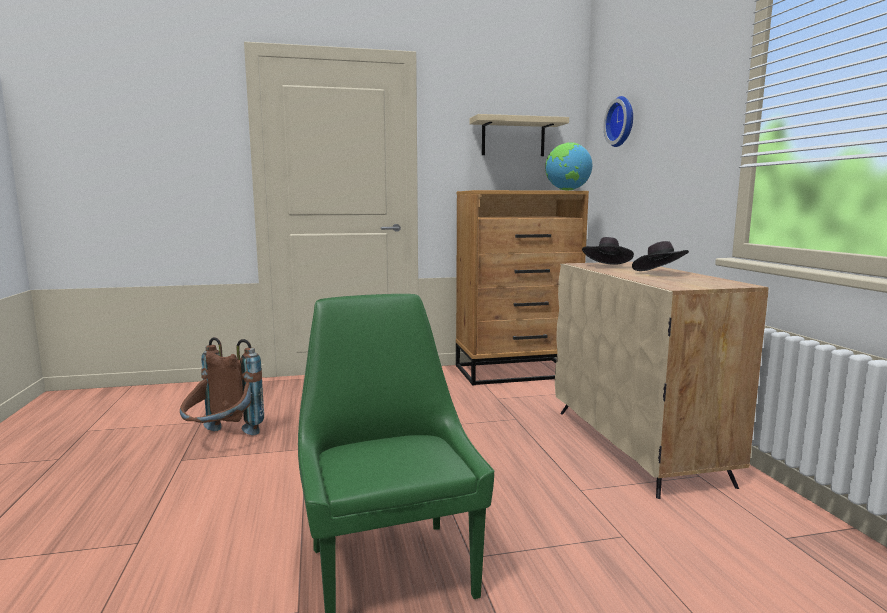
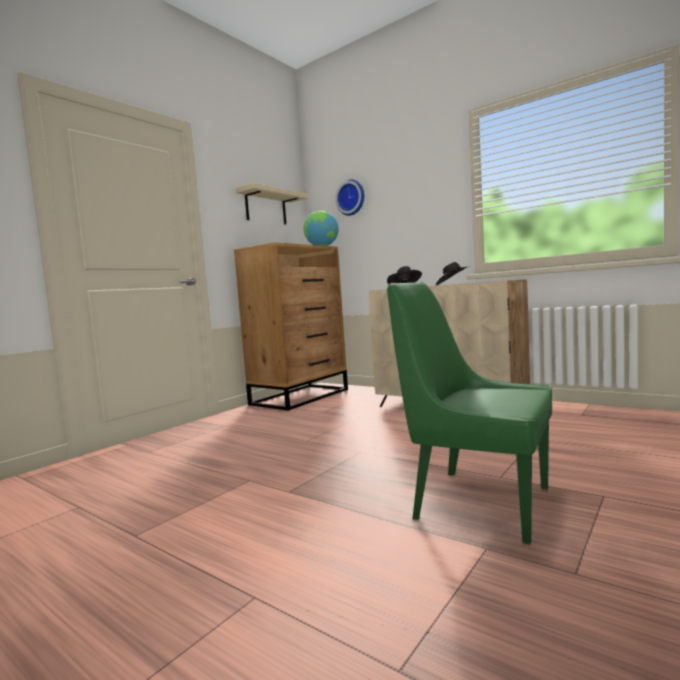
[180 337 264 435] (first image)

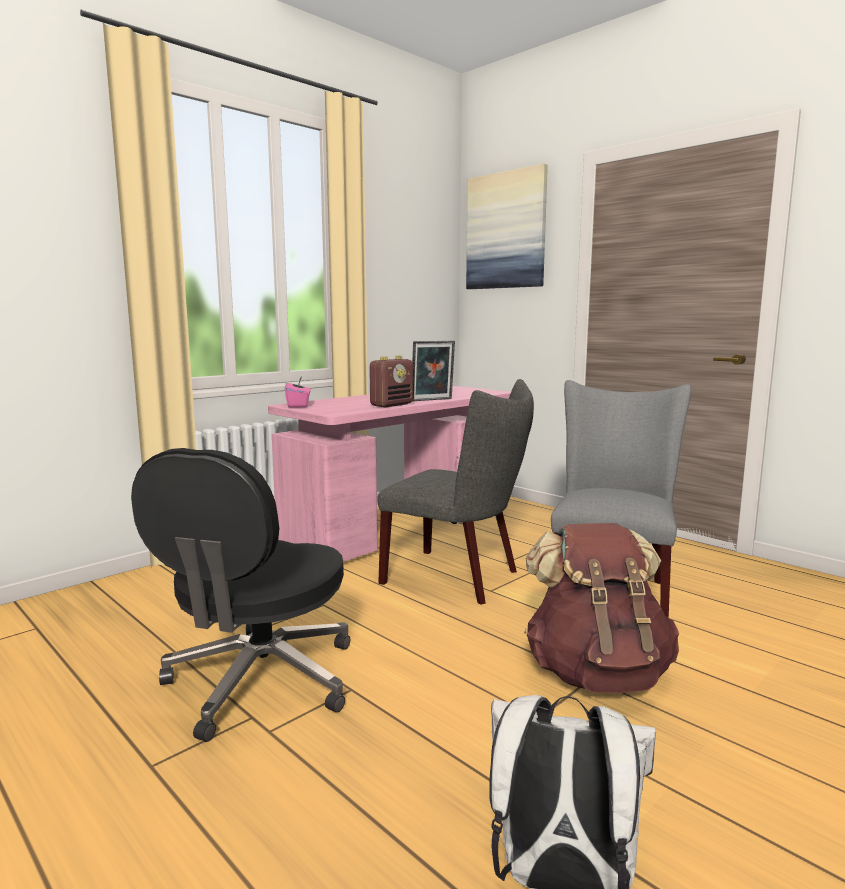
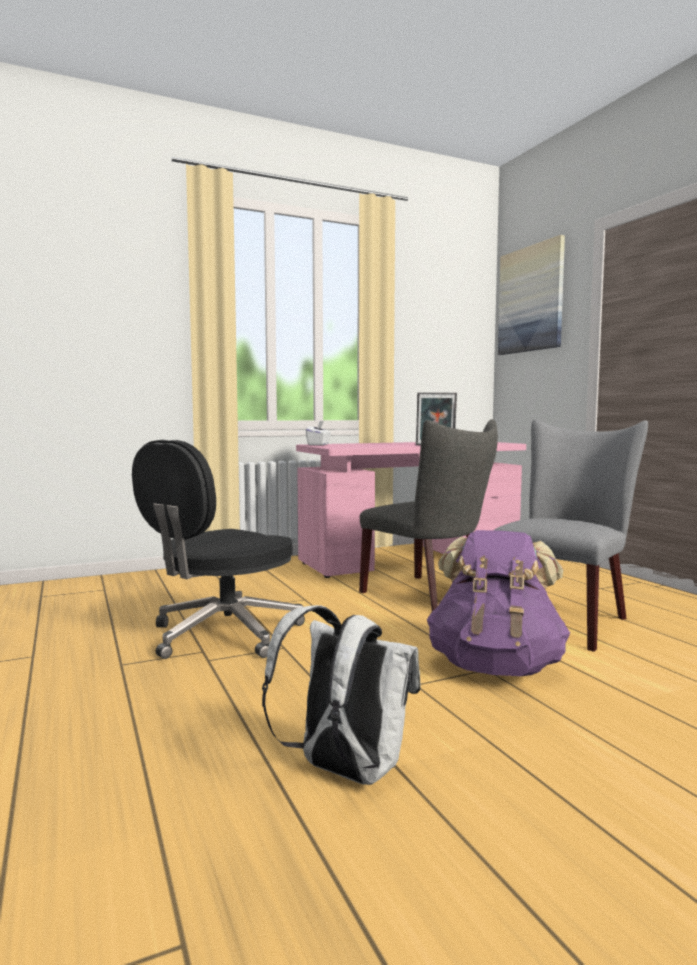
[369 355 413 407] (first image)
[306 421 331 445]
[427 530 570 676]

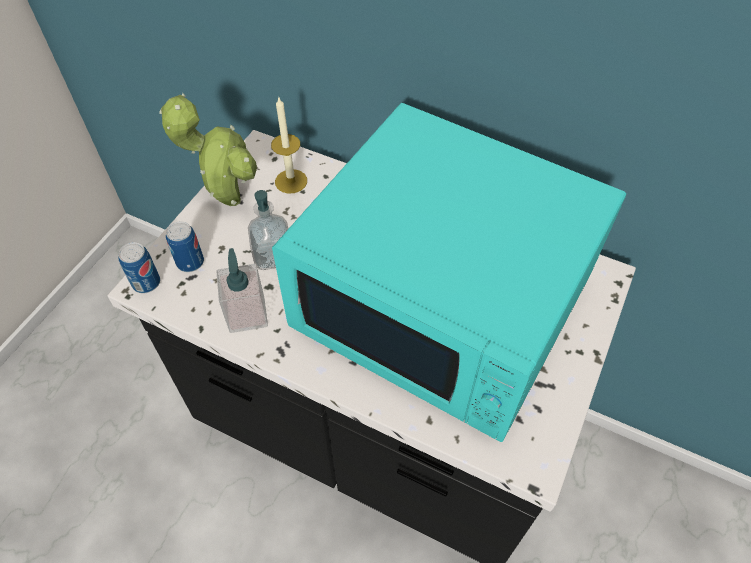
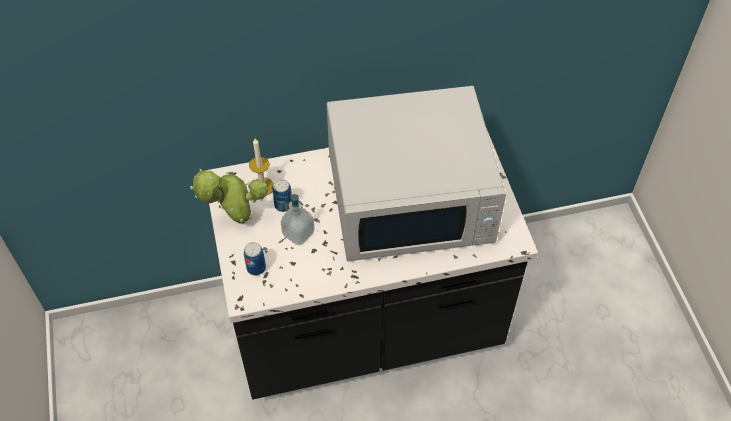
[216 248 268 333] (first image)
[272 179 292 212]
[327 86 506 261]

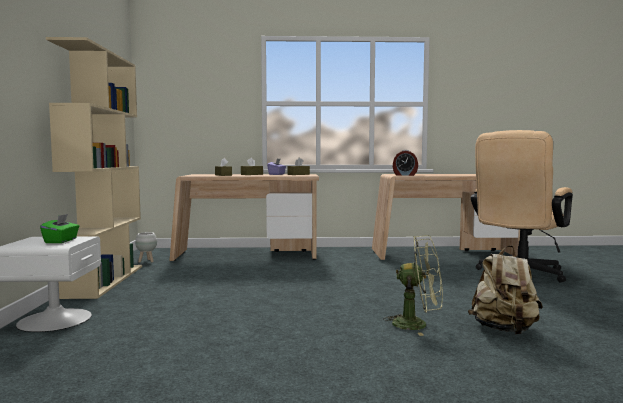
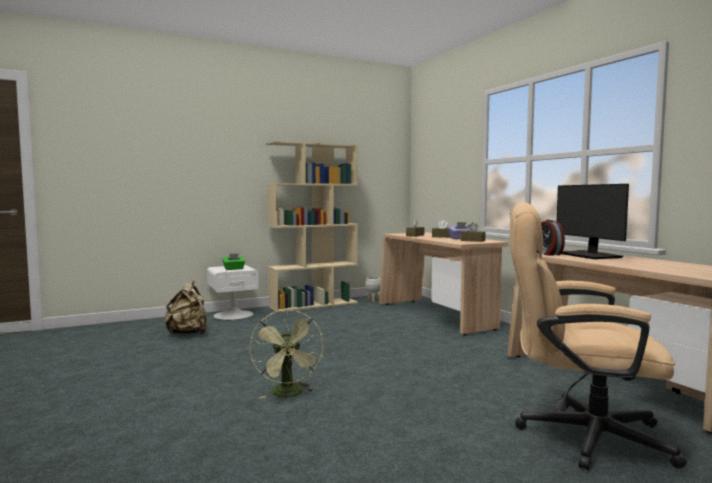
[557 184 629 259]
[165 281 207 335]

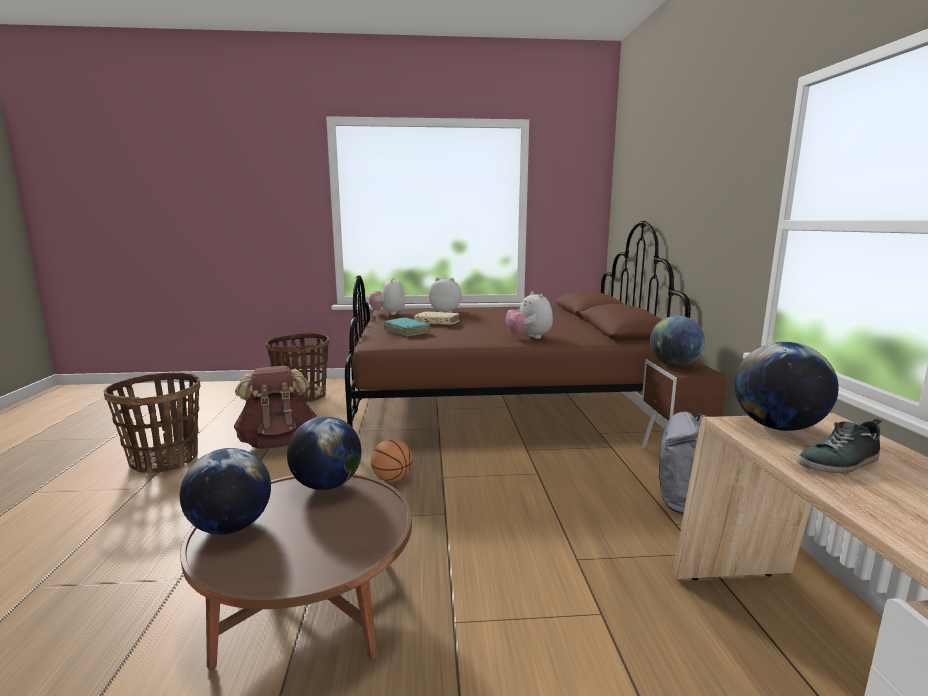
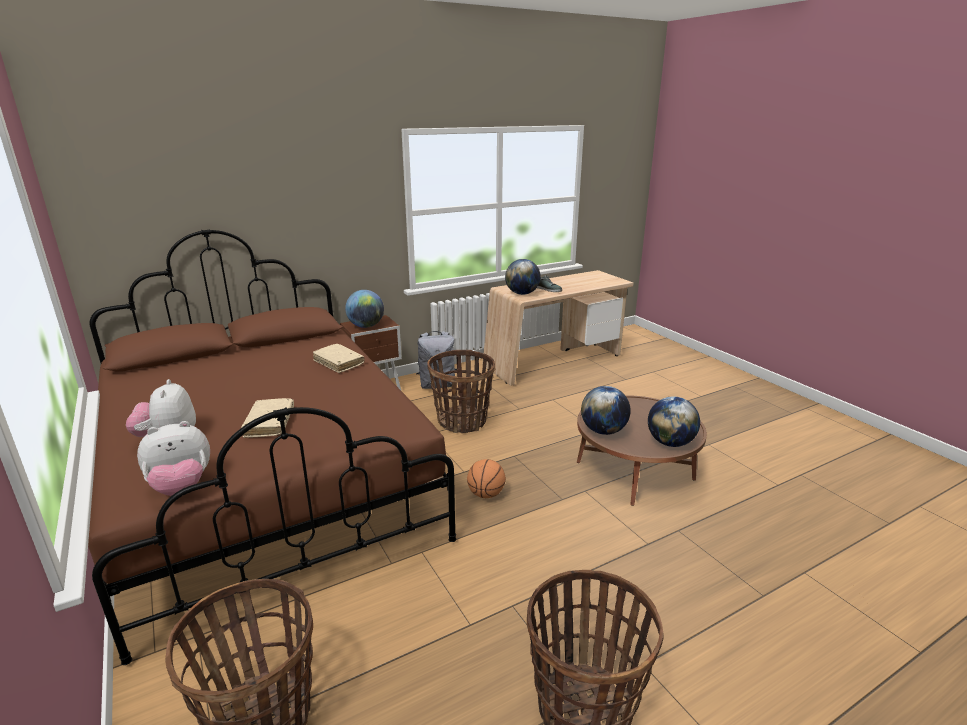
[234 366 317 449] (first image)
[384 318 431 337] (first image)
[428 350 495 433]
[313 344 365 373]

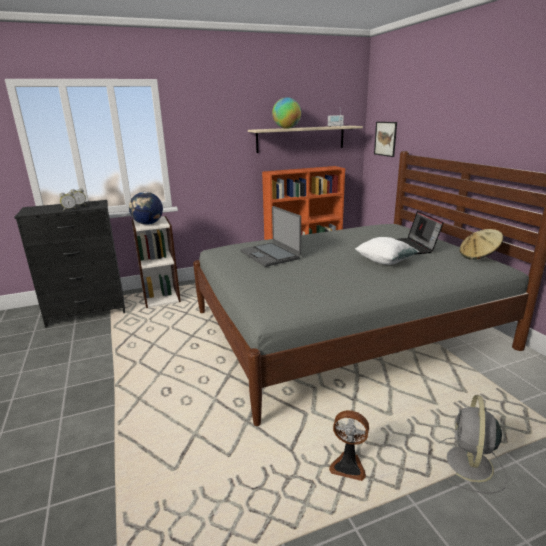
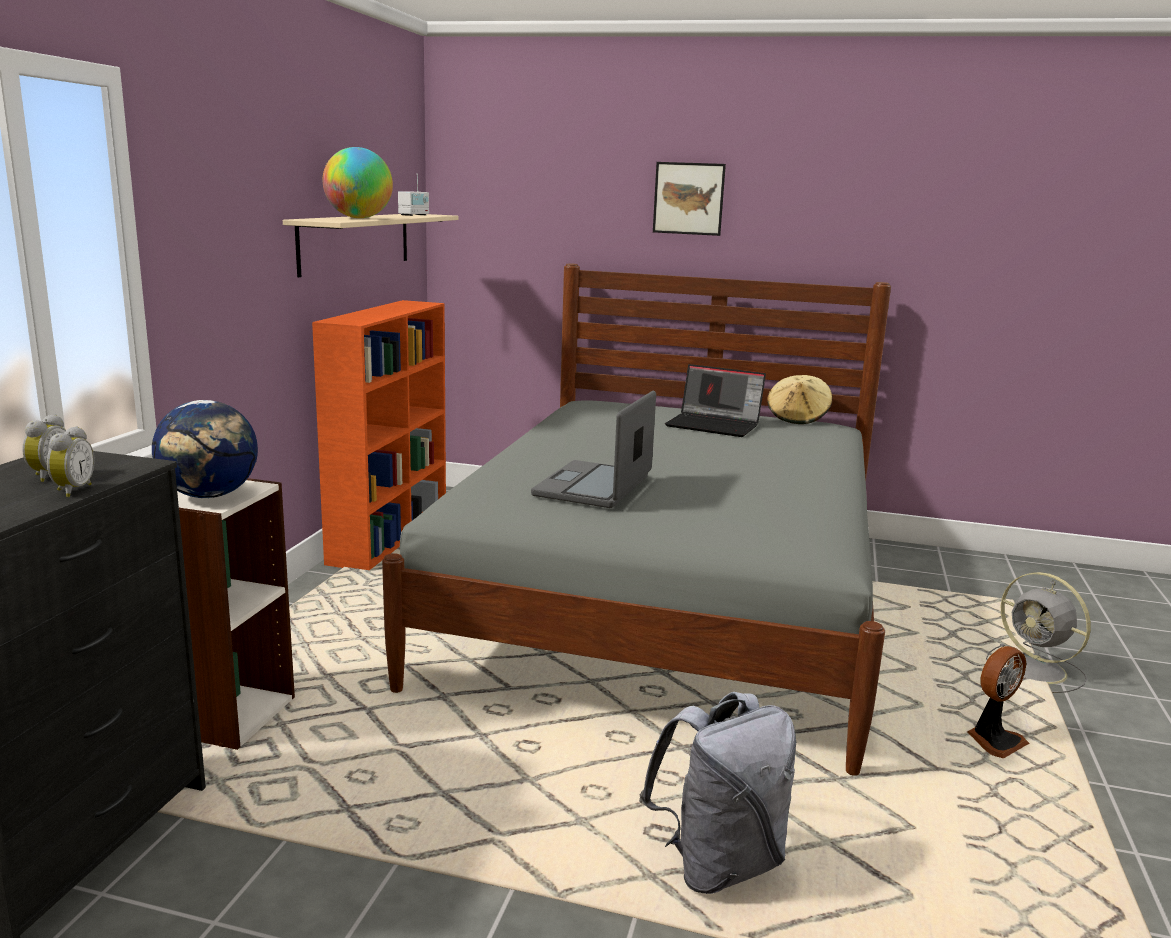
[355 237 419 265] (first image)
[639 692 796 894]
[653 162 726 236]
[531 390 656 508]

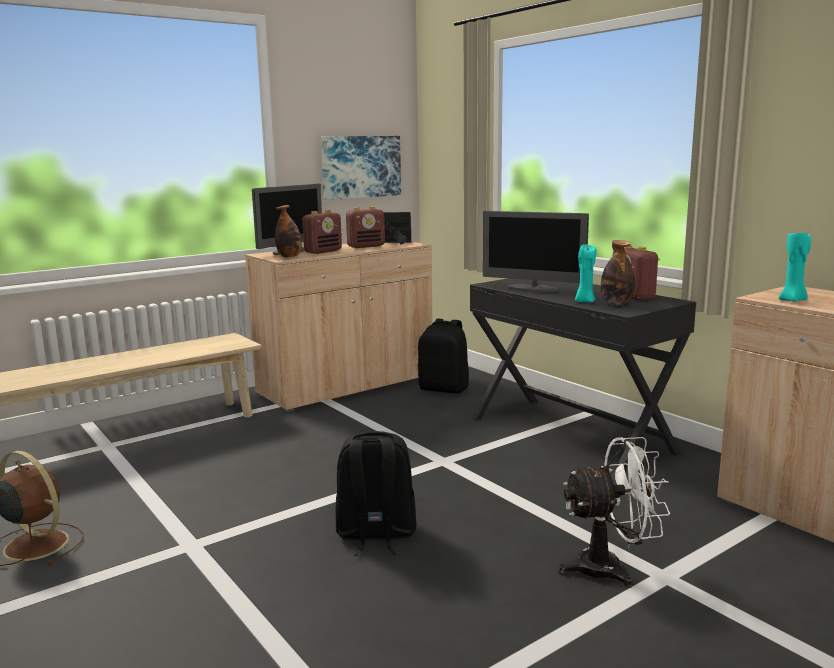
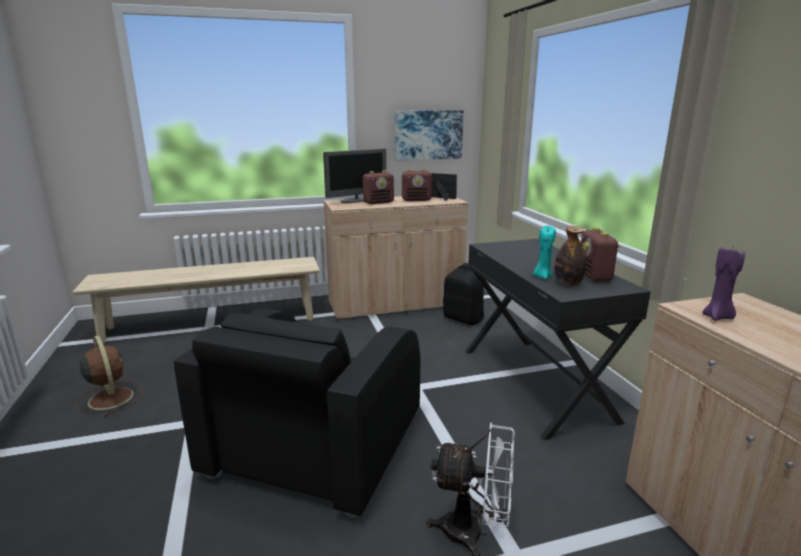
[275 205 302 258] (first image)
[483 211 589 292] (first image)
[174 309 420 518]
[702 248 745 321]

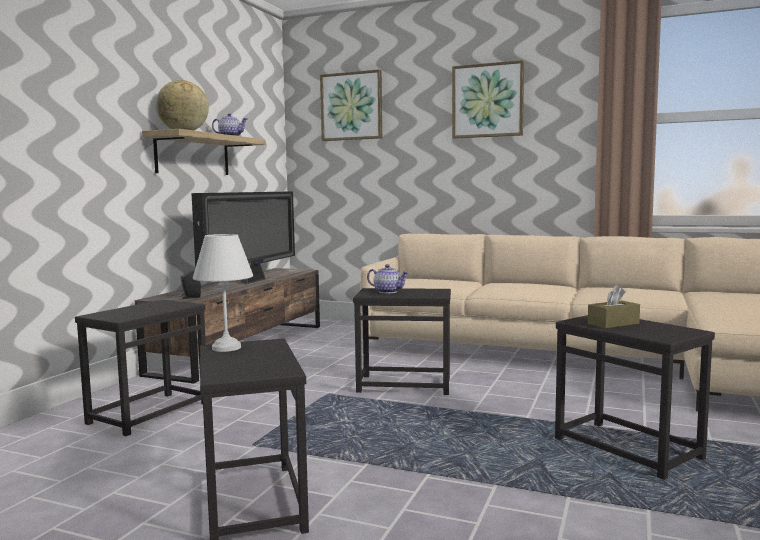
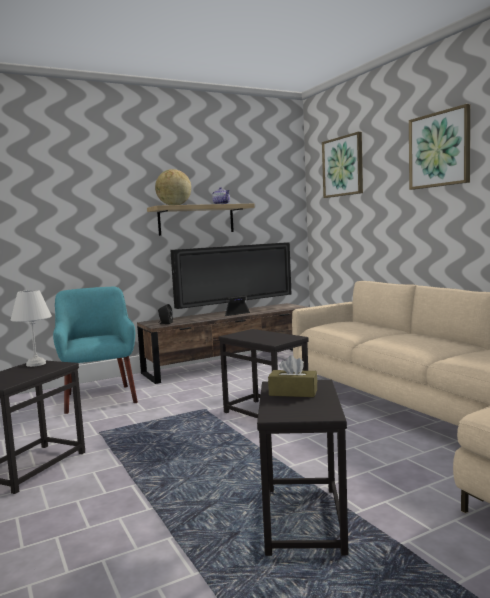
[367 264 409 293] (first image)
[53 287 138 414]

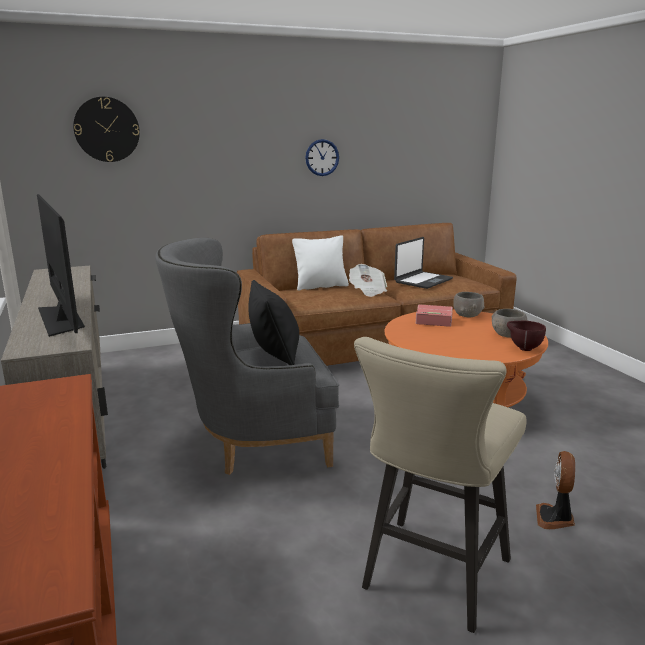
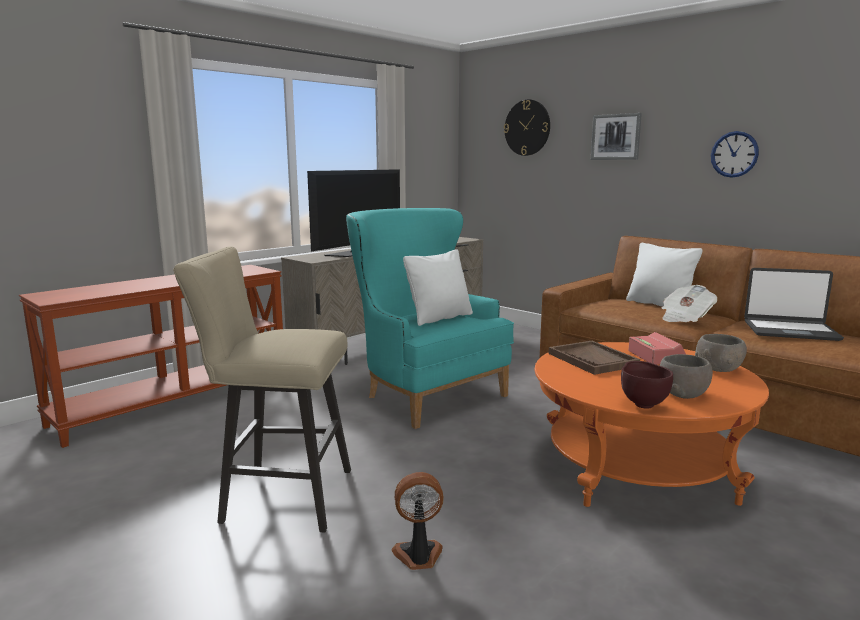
[549 341 640 375]
[591 113 642 160]
[346 208 514 429]
[403 249 473 326]

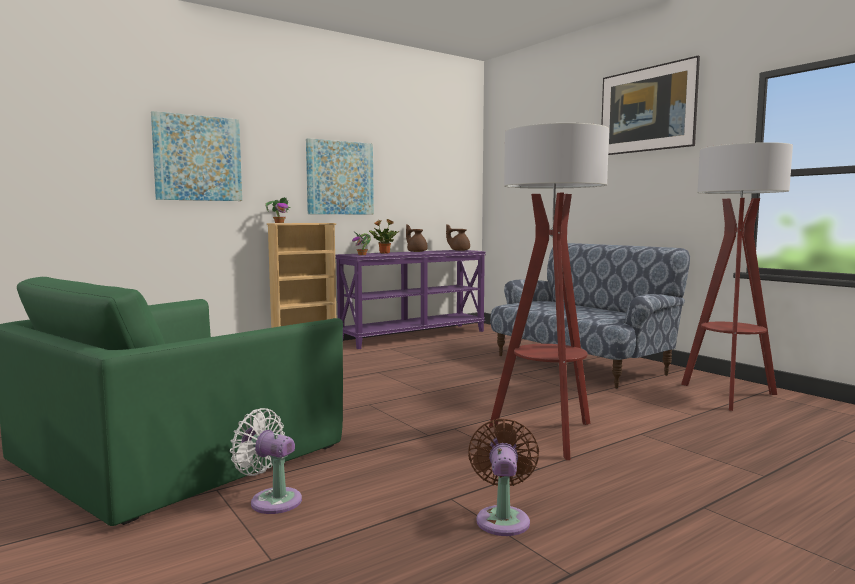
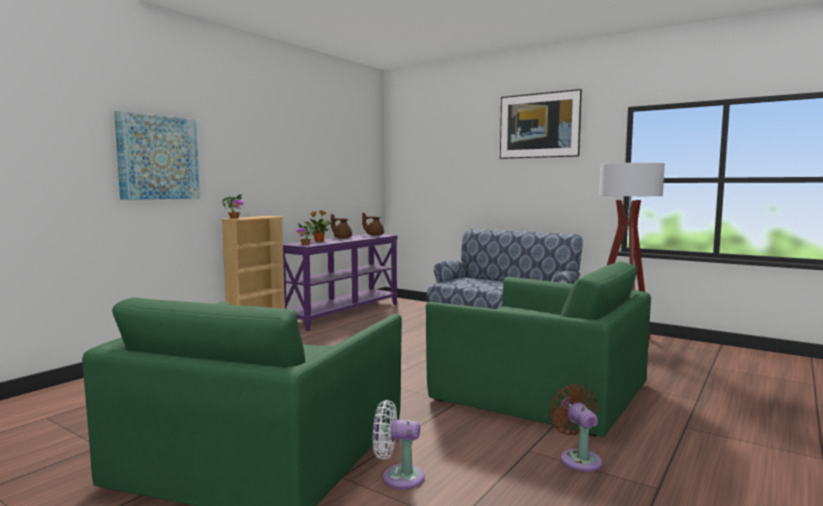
[306 138 374 214] (first image)
[426 262 651 437]

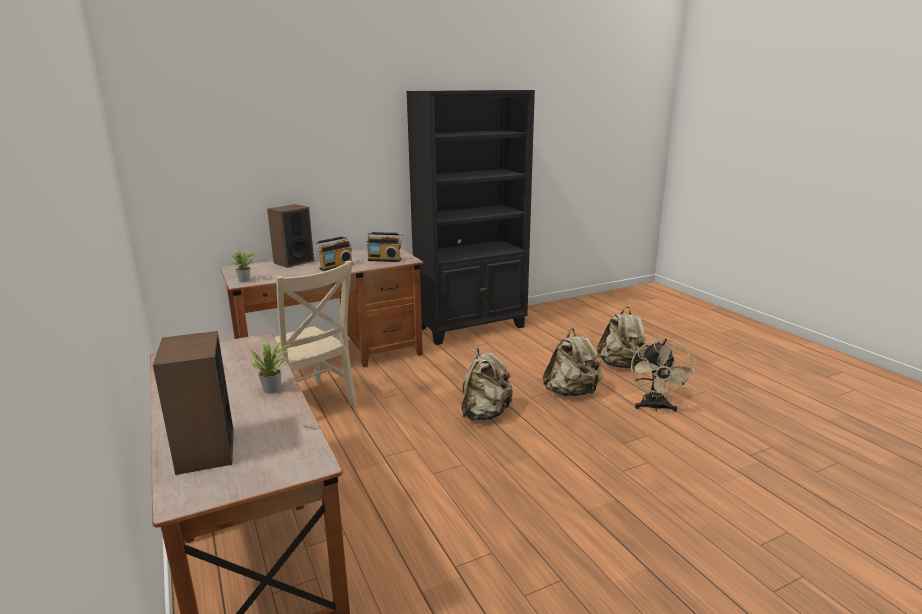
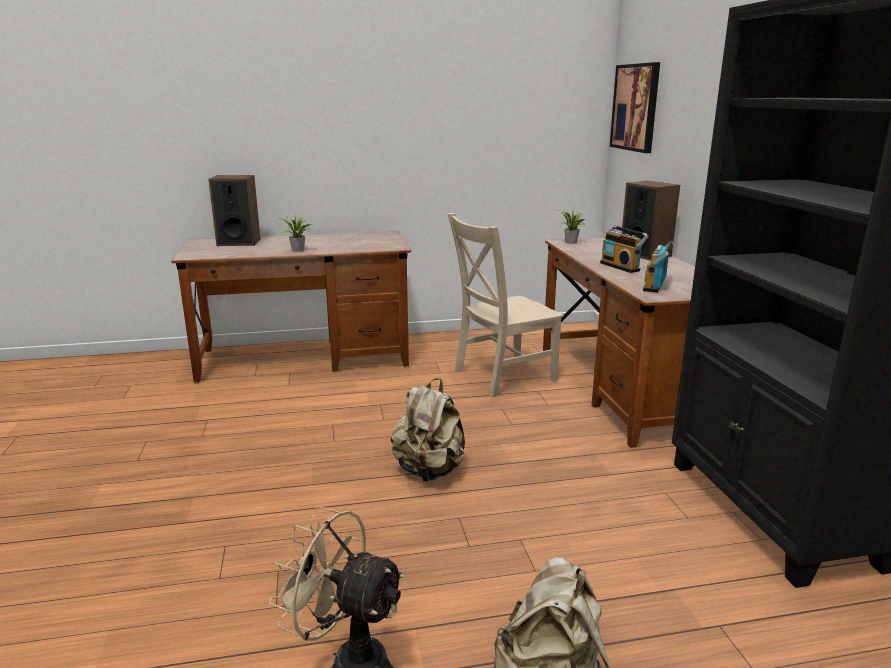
[543 328 603 396] (first image)
[610 62 660 153]

